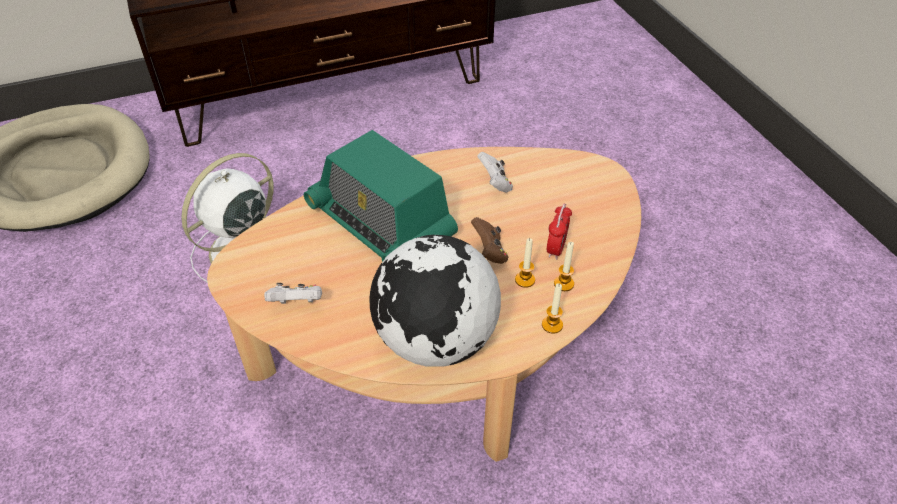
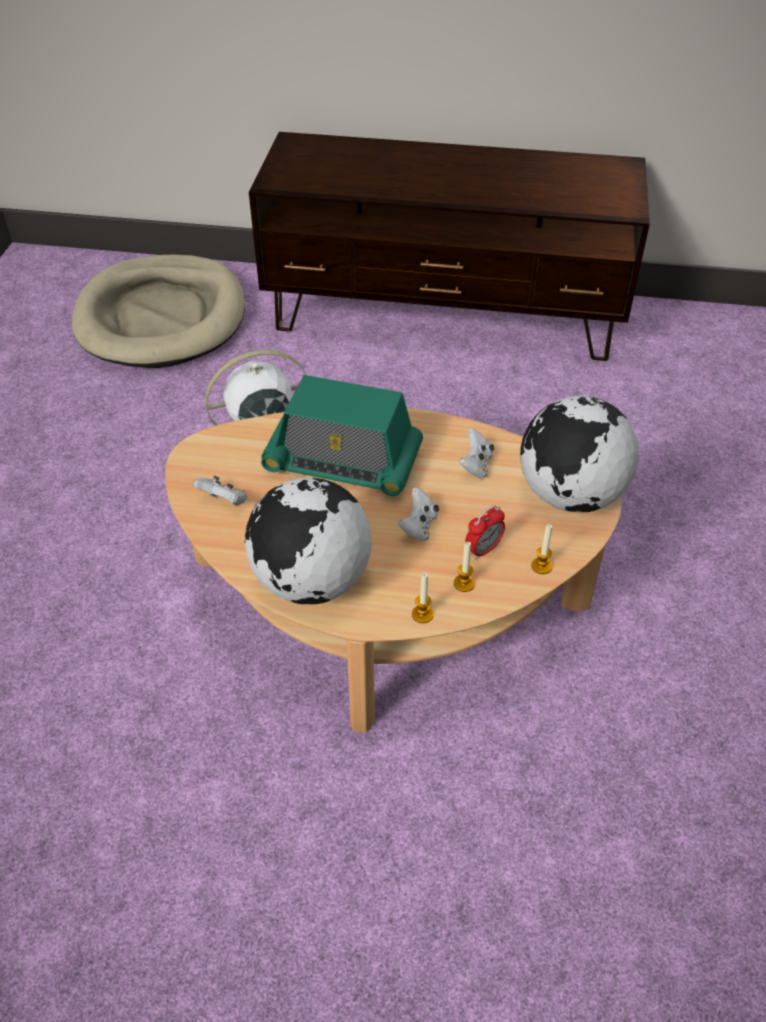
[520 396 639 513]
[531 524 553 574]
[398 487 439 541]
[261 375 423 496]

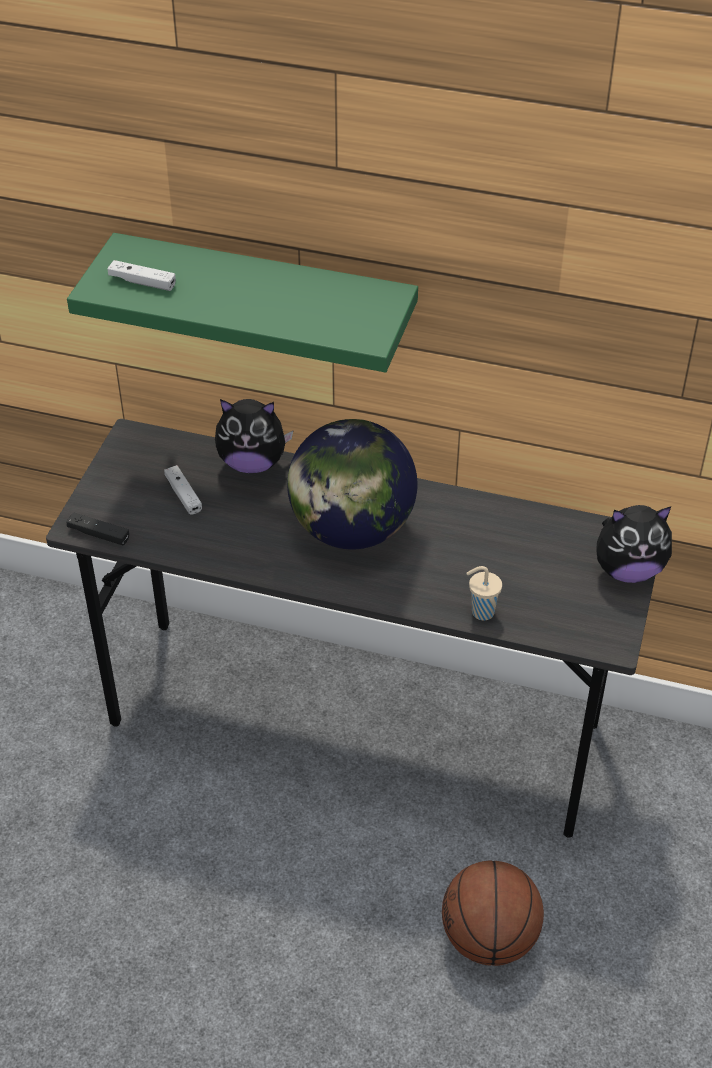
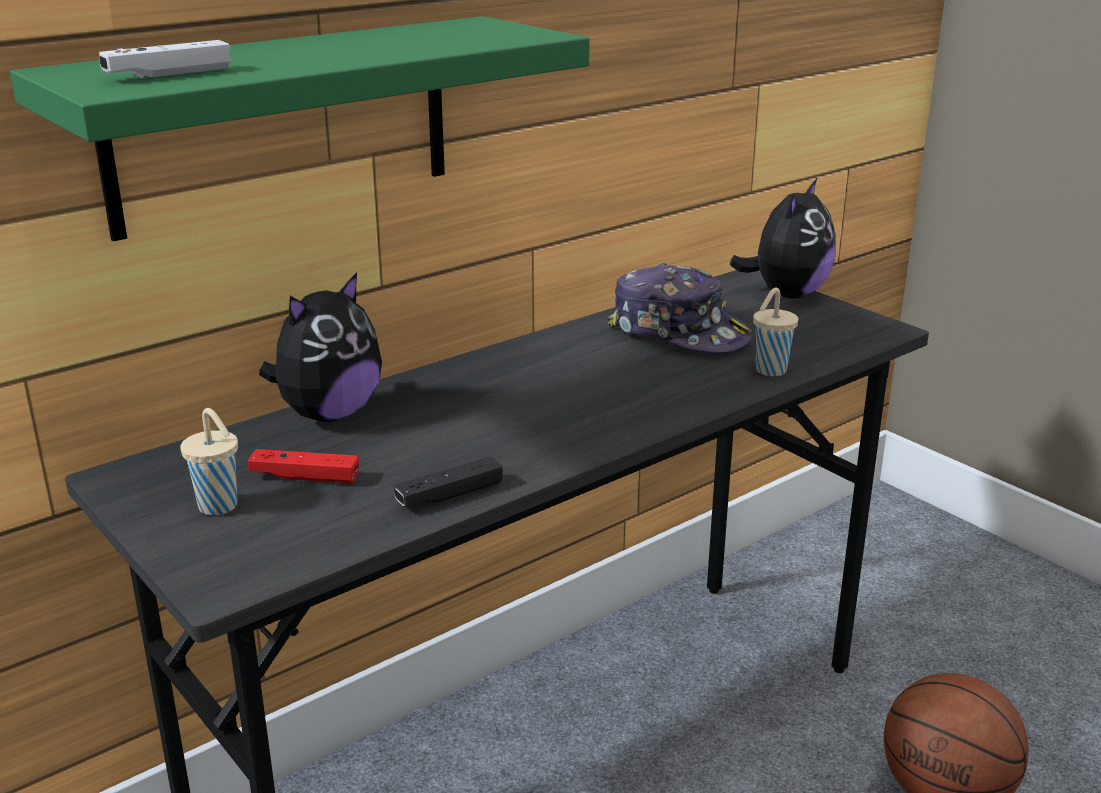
[287 419 417 549] (first image)
[180 408 238 515]
[608 263 753 353]
[394 457 502 507]
[248 449 359 483]

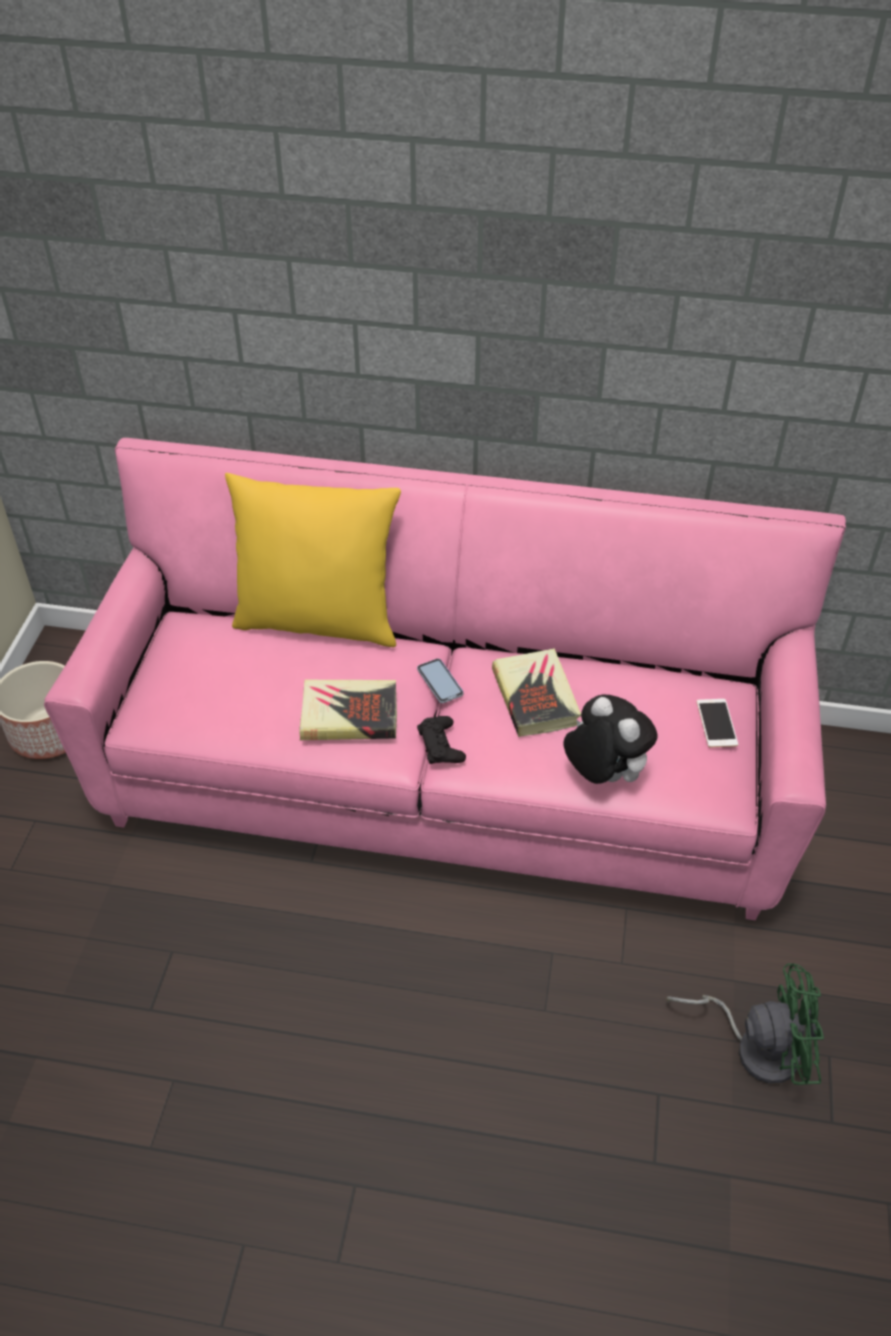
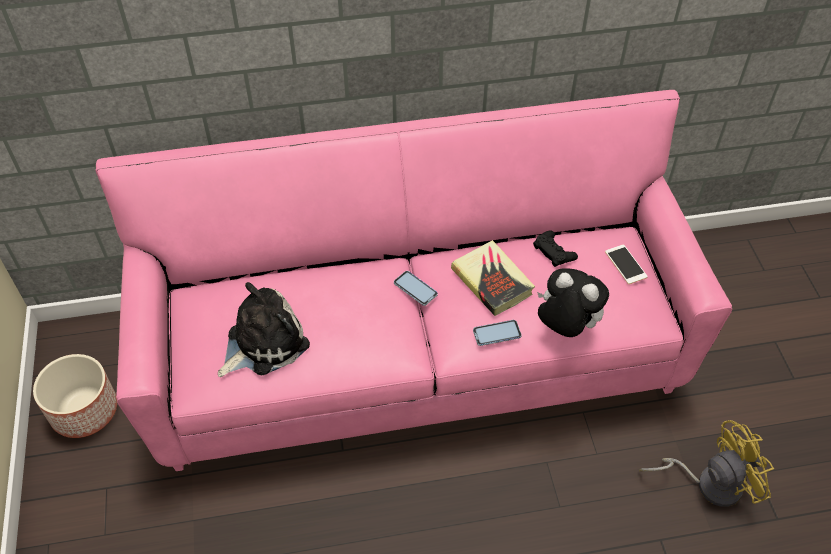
[225 473 401 647] (first image)
[299 680 397 740] (first image)
[218 282 310 377]
[473 320 522 346]
[533 230 578 267]
[639 420 774 507]

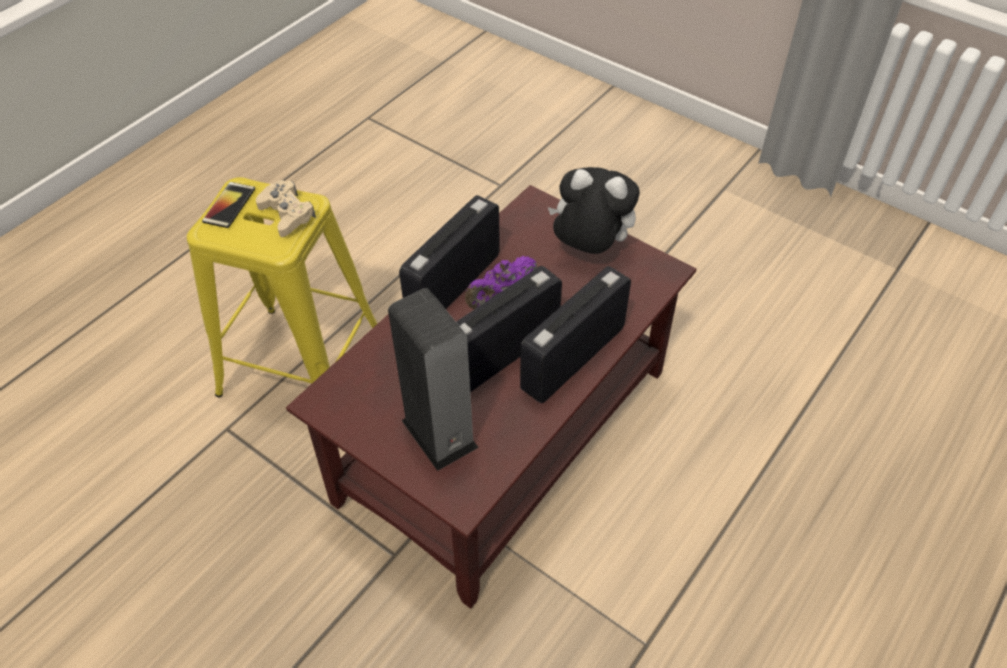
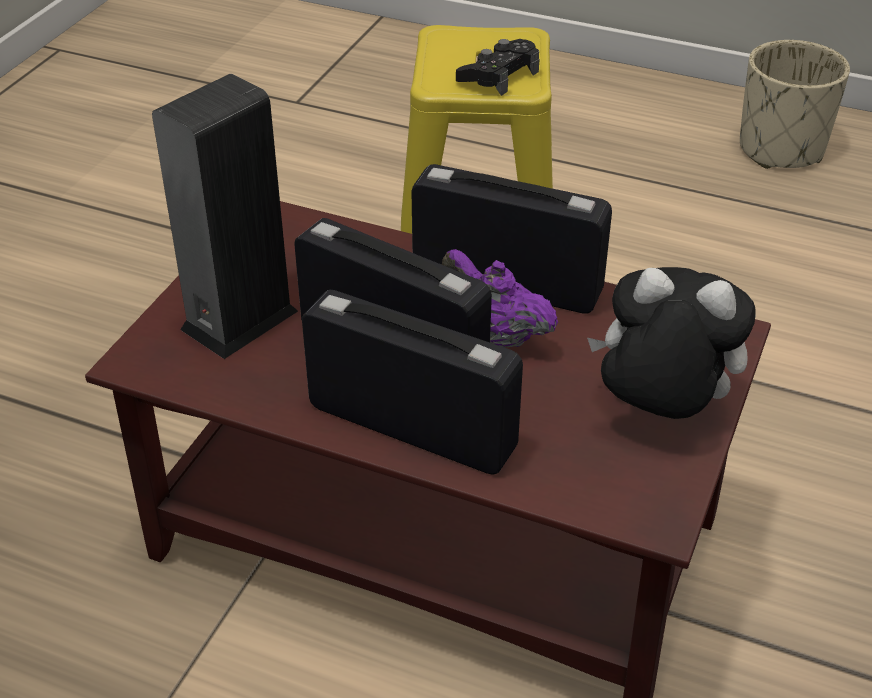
[202 182 255 228] (first image)
[740 40 850 169]
[456 39 539 96]
[587 267 756 419]

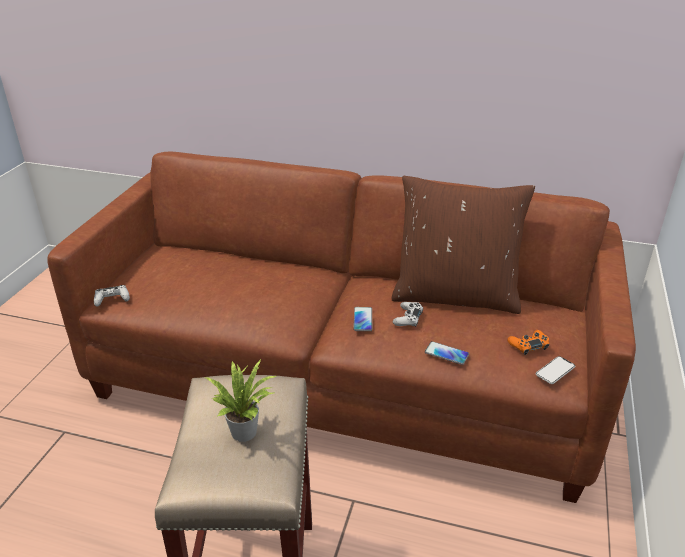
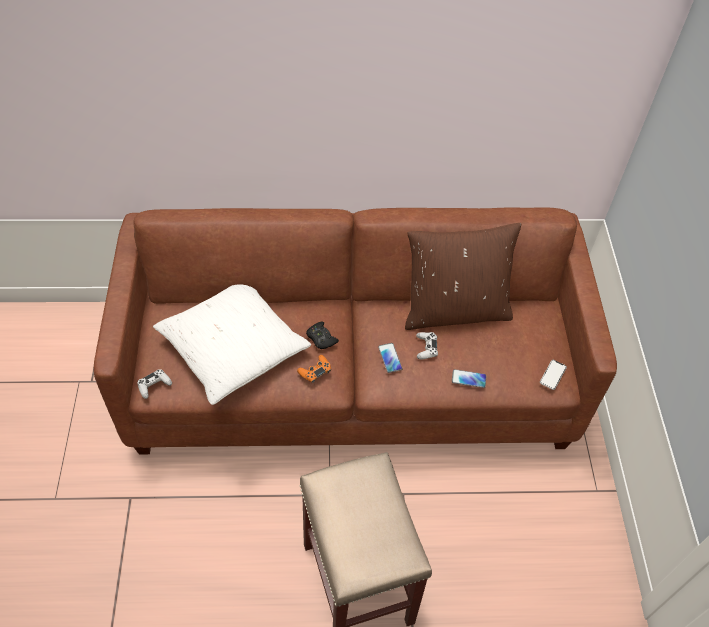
[205 359 276 442] (first image)
[153 284 311 405]
[306 322 339 349]
[297 355 331 383]

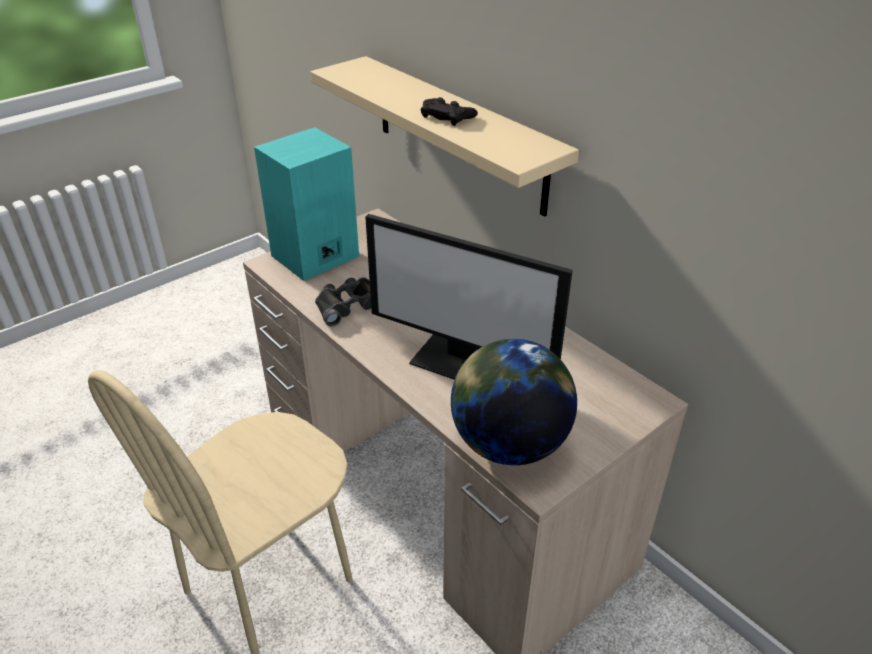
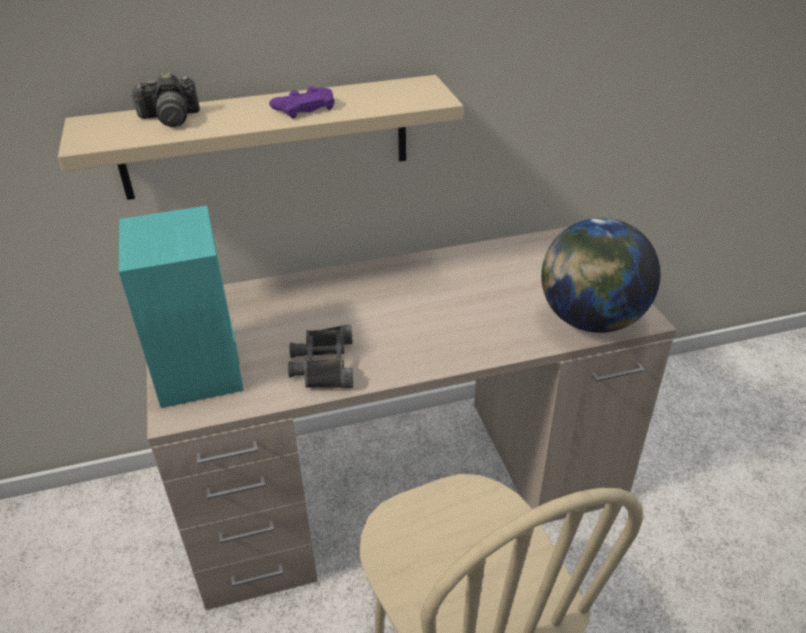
[365 214 573 380] (first image)
[130 72 200 127]
[269 86 335 119]

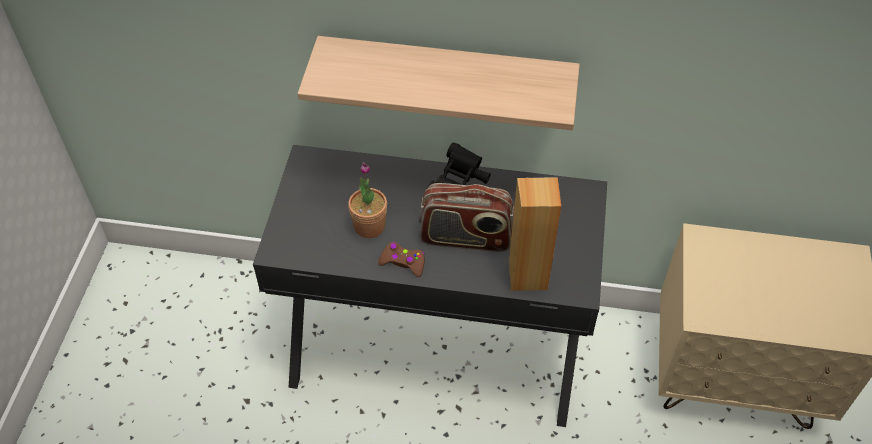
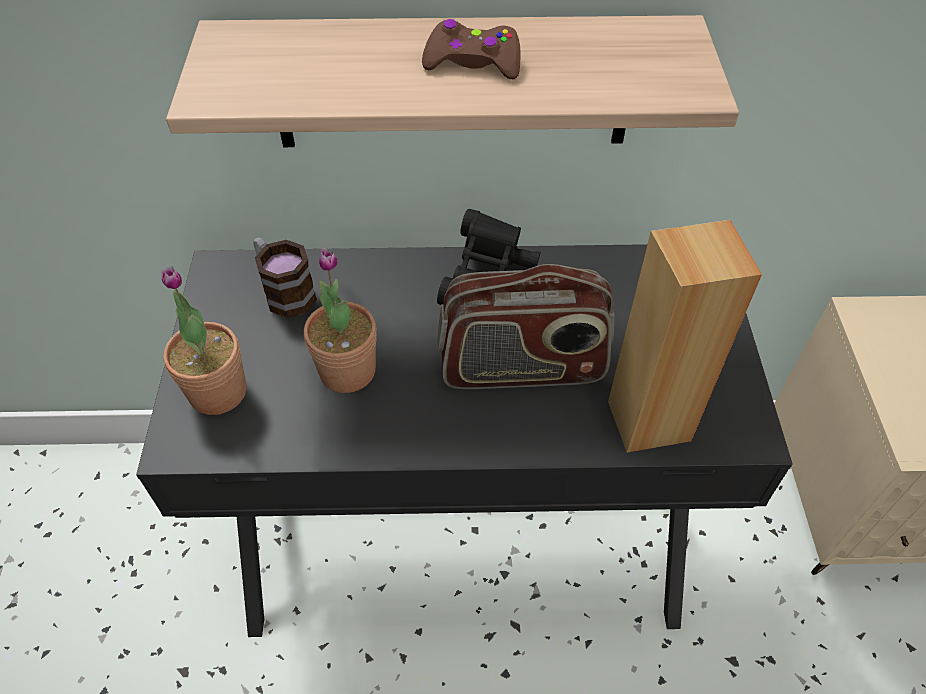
[161 266 247 415]
[253 237 317 318]
[422 19 520 79]

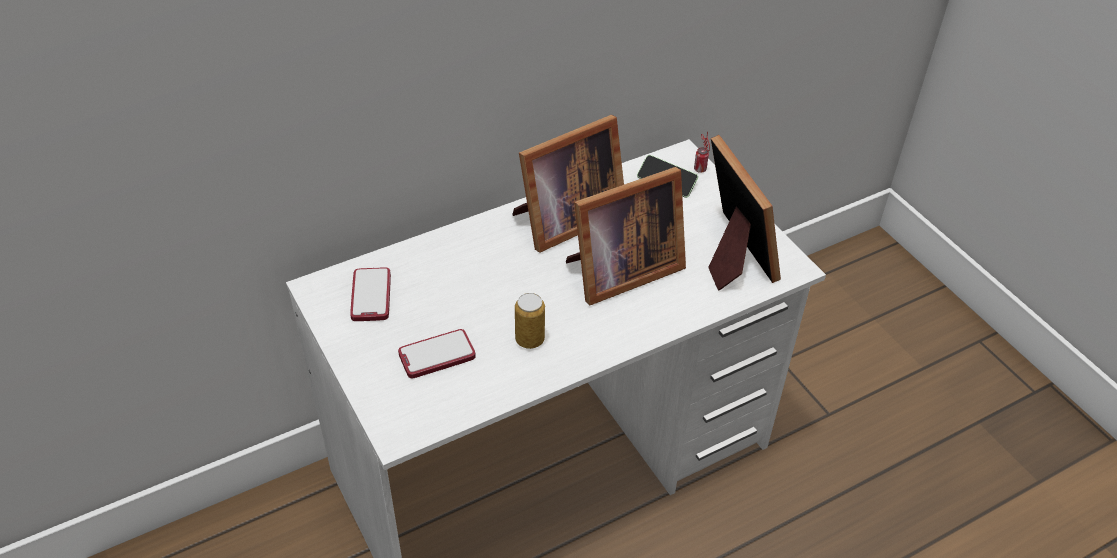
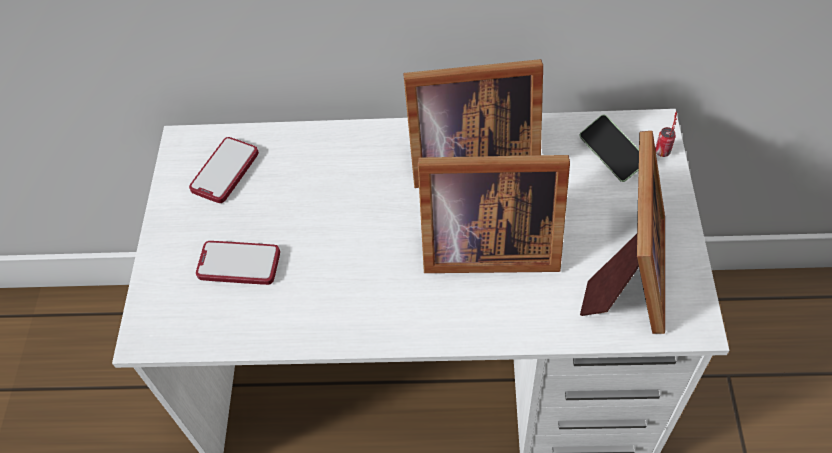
[515 293 545 349] (first image)

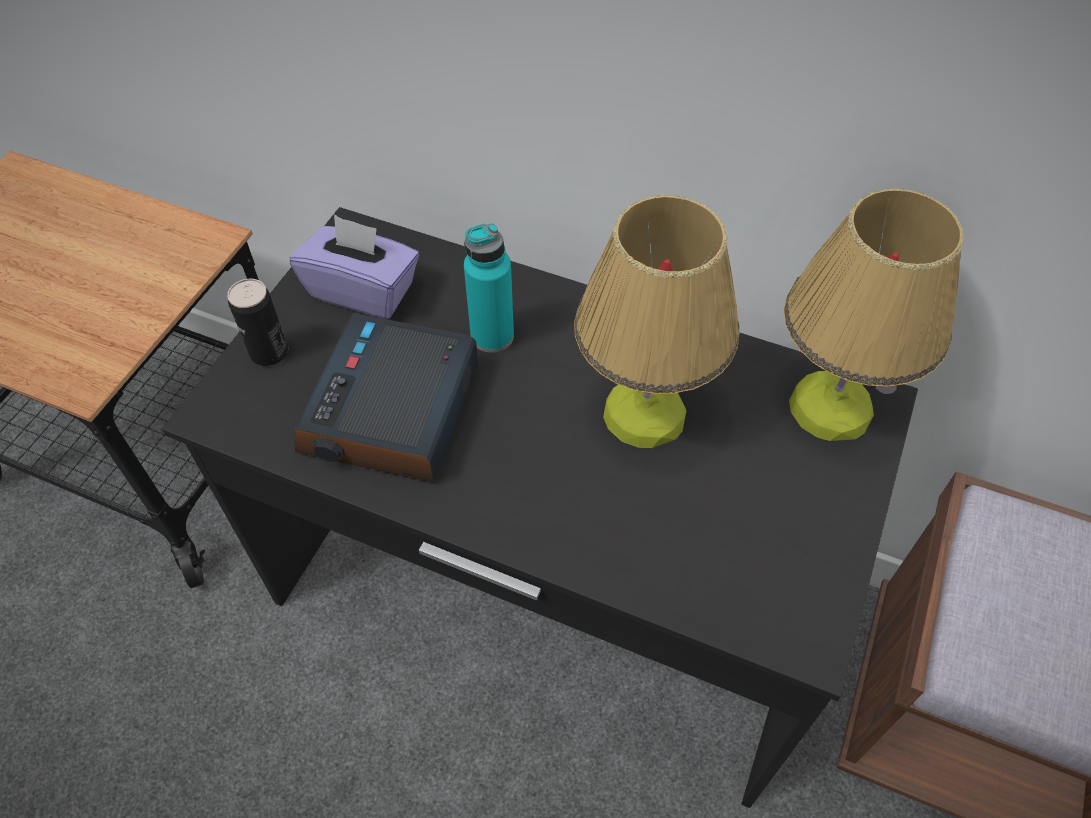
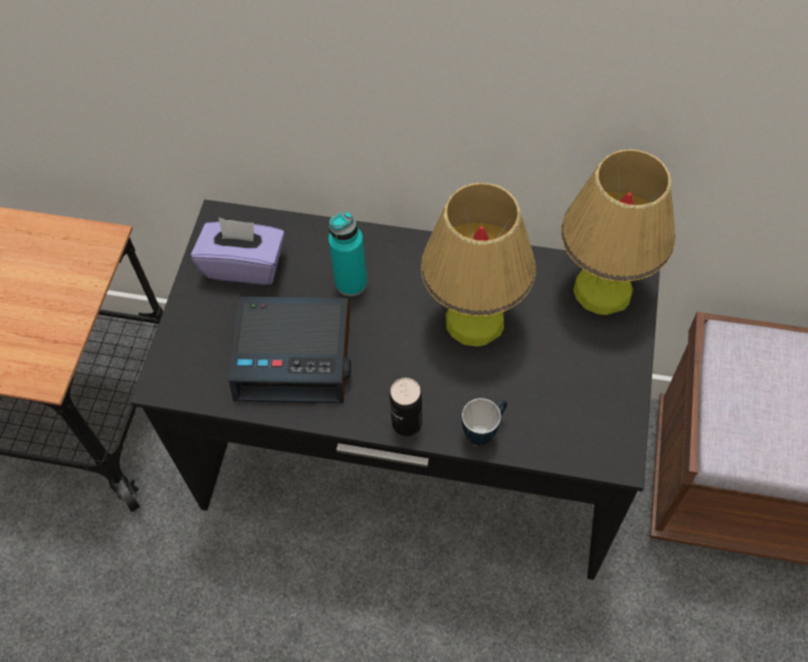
[462 398 507 446]
[389 378 422 436]
[229 296 351 404]

